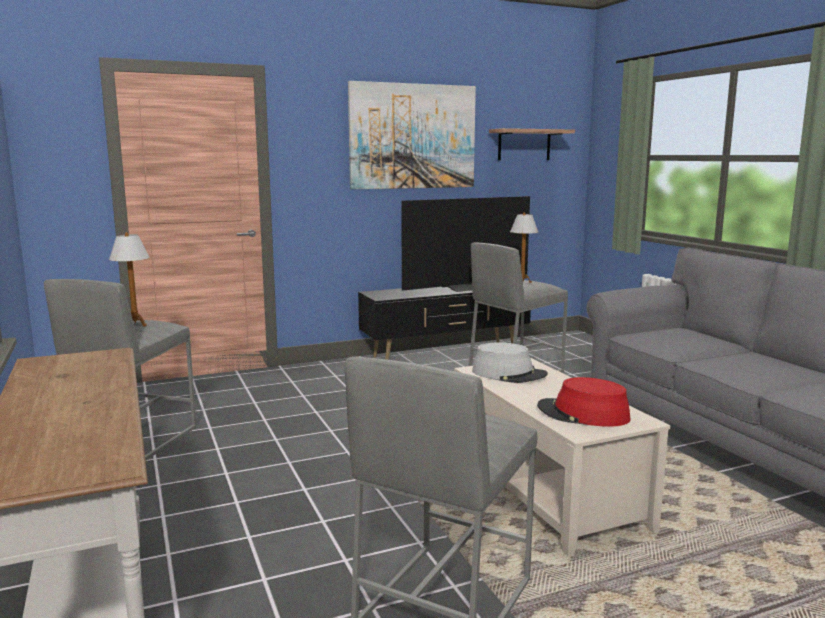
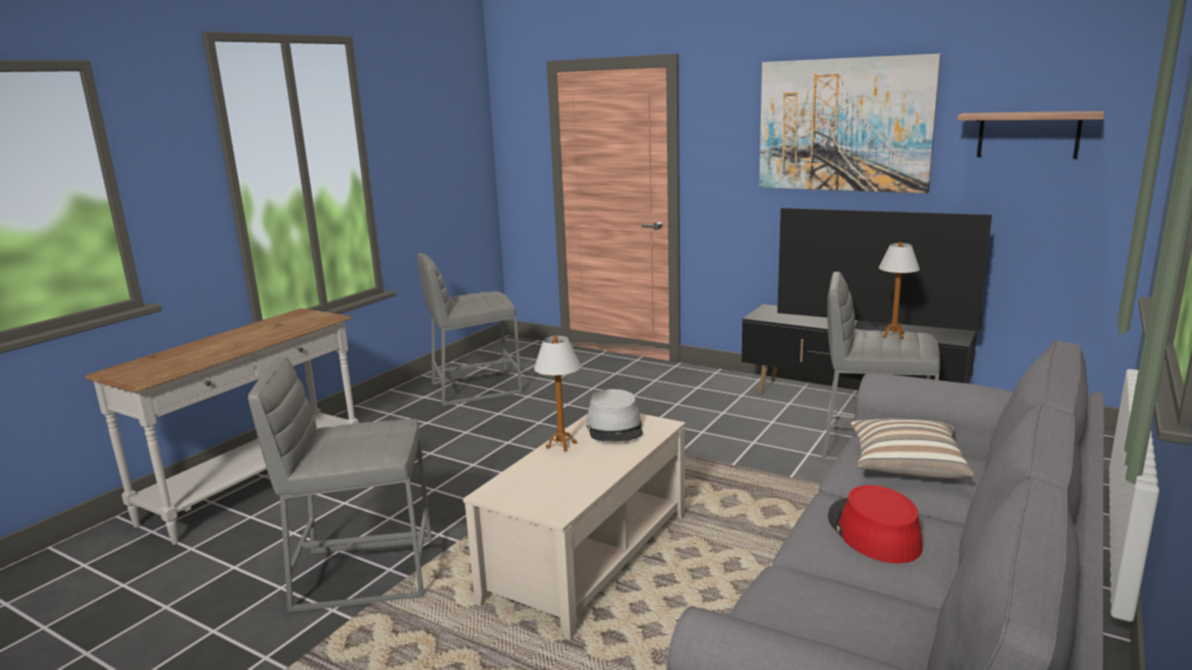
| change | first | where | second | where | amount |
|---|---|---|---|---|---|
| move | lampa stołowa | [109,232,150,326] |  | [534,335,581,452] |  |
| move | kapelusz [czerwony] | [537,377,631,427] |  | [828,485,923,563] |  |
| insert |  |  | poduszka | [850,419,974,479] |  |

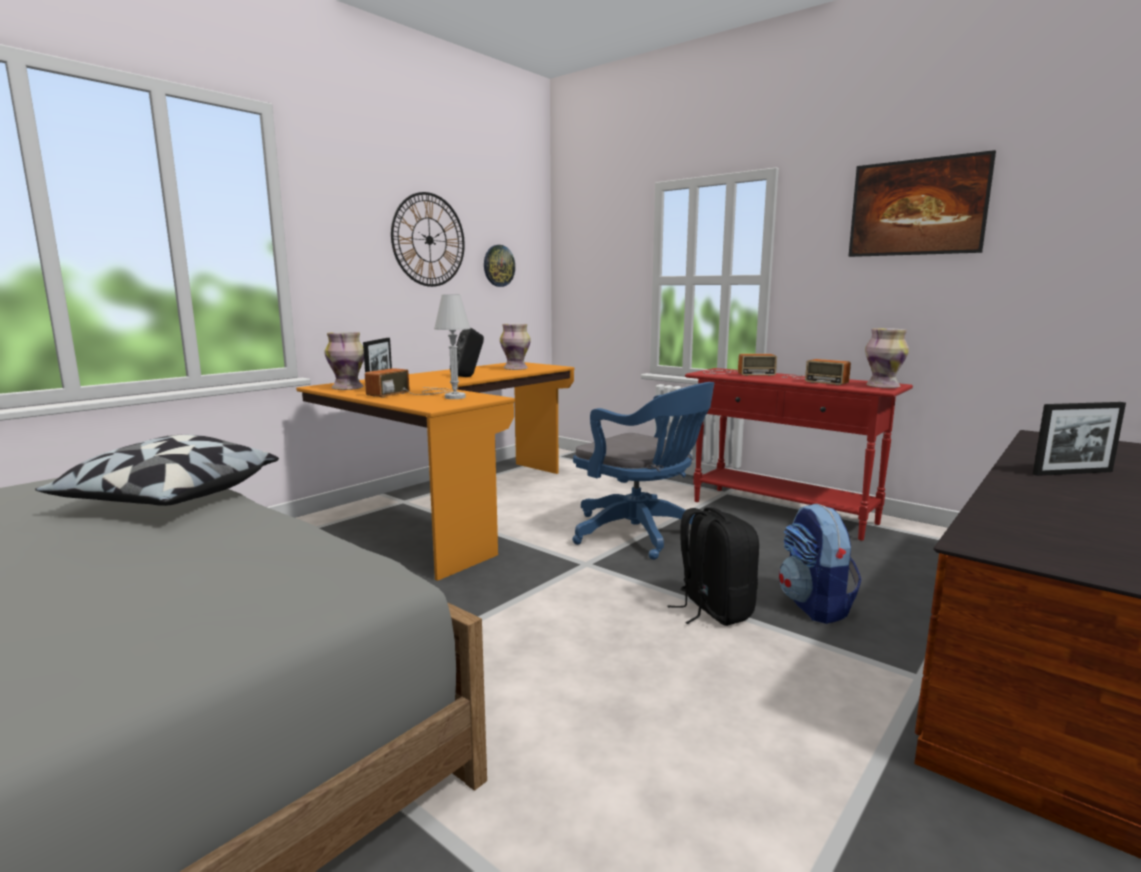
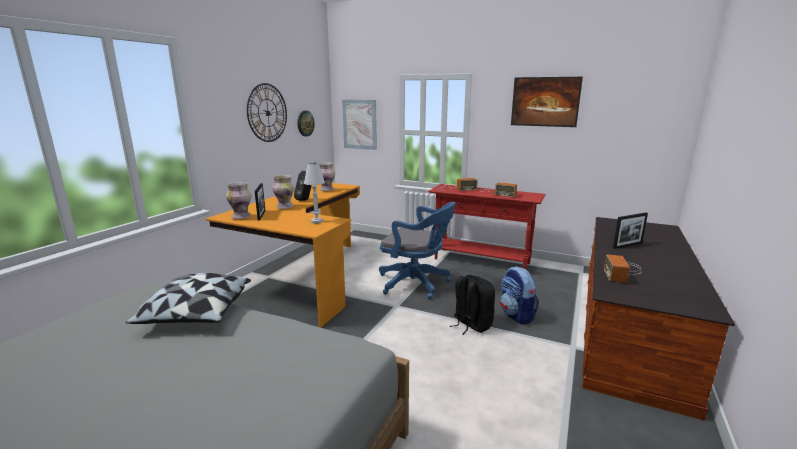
| change | first | where | second | where | amount |
|---|---|---|---|---|---|
| move | wazon | [865,328,909,388] |  | [272,175,294,209] |  |
| move | radio | [365,368,452,397] |  | [604,254,641,283] |  |
| insert |  |  | obraz | [342,100,377,150] |  |

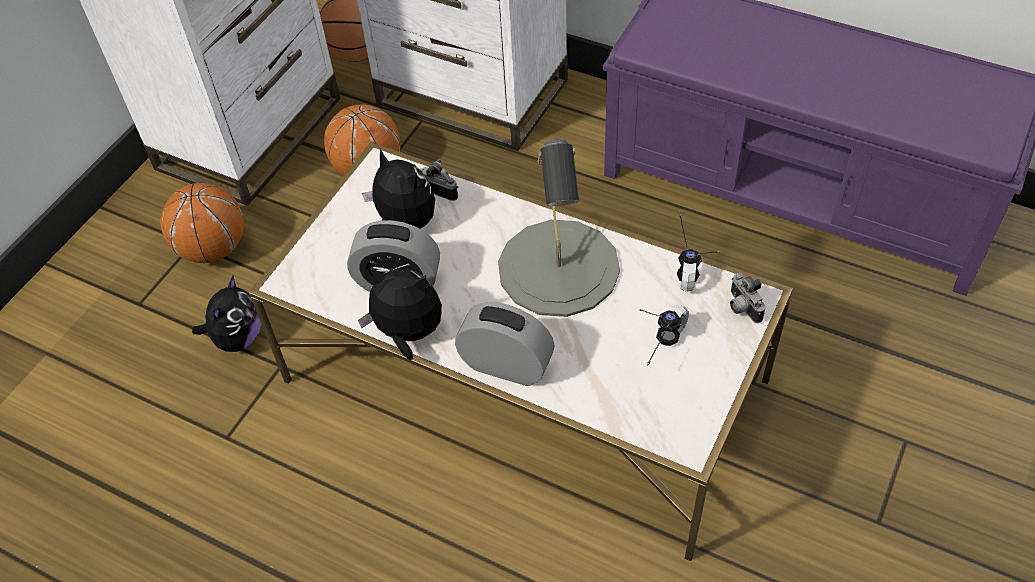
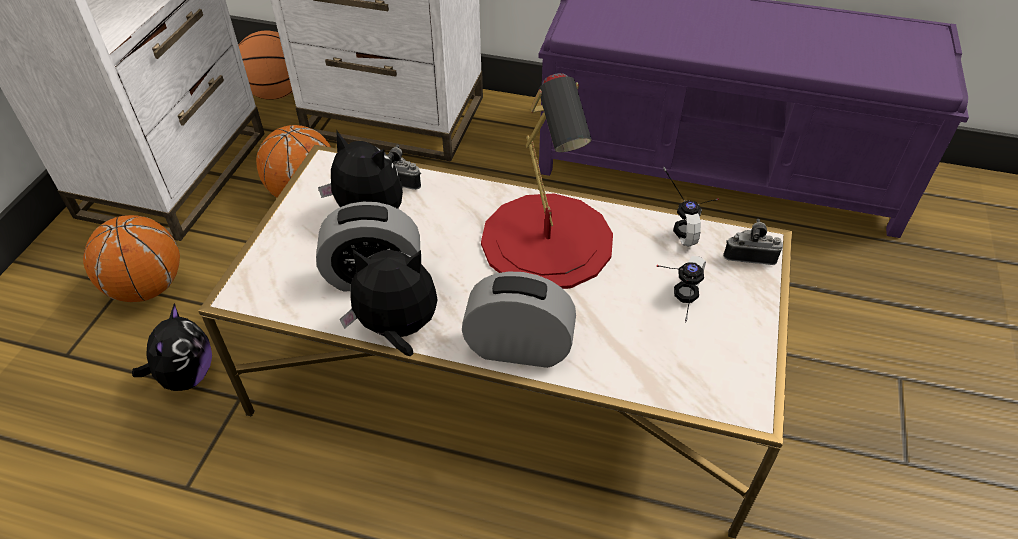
| change | first | where | second | where | amount |
|---|---|---|---|---|---|
| recolor | lampa stołowa [szary] | [498,139,620,317] | lampa stołowa [czerwony] | [481,73,613,289] |  |
| rotate | aparat fotograficzny | [730,273,766,323] |  | [723,219,783,265] | 135 degrees clockwise |

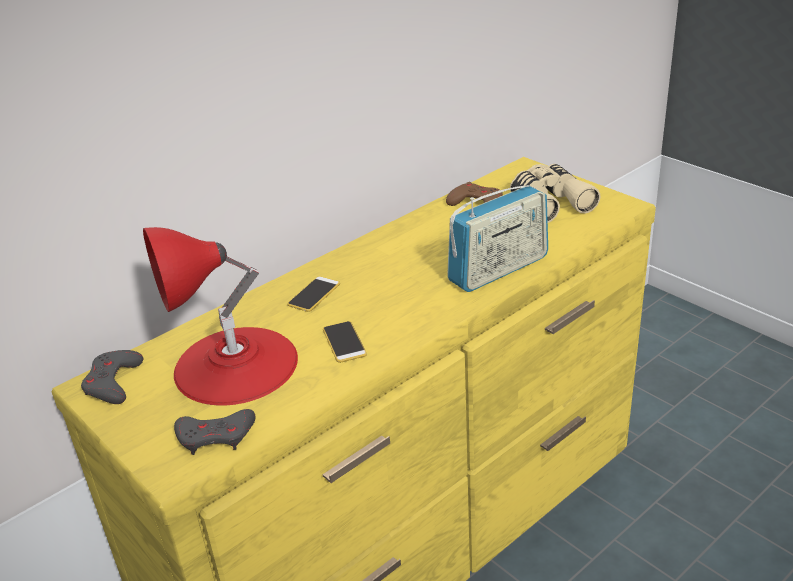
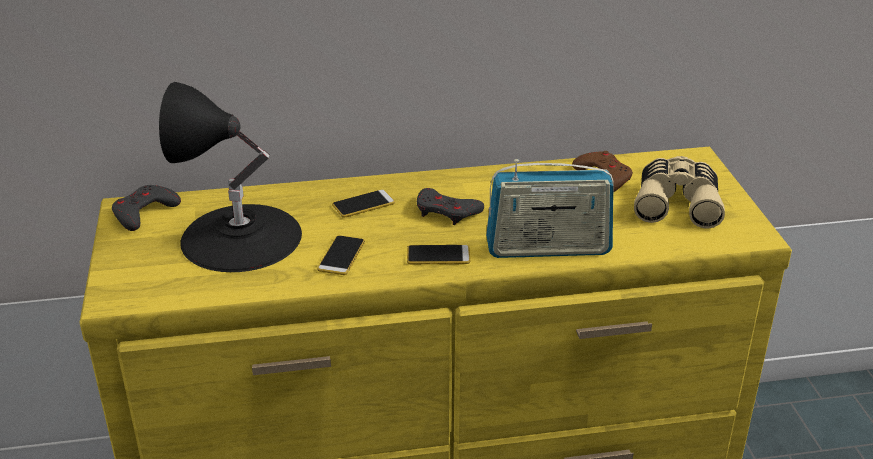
| change | first | where | second | where | amount |
|---|---|---|---|---|---|
| recolor | lampa stołowa [czerwony] | [143,227,298,406] | lampa stołowa [czarny] | [159,82,302,272] |  |
| move | pad do gier [szary] | [174,409,255,455] |  | [417,188,484,225] |  |
| insert |  |  | telefon | [407,245,470,264] |  |

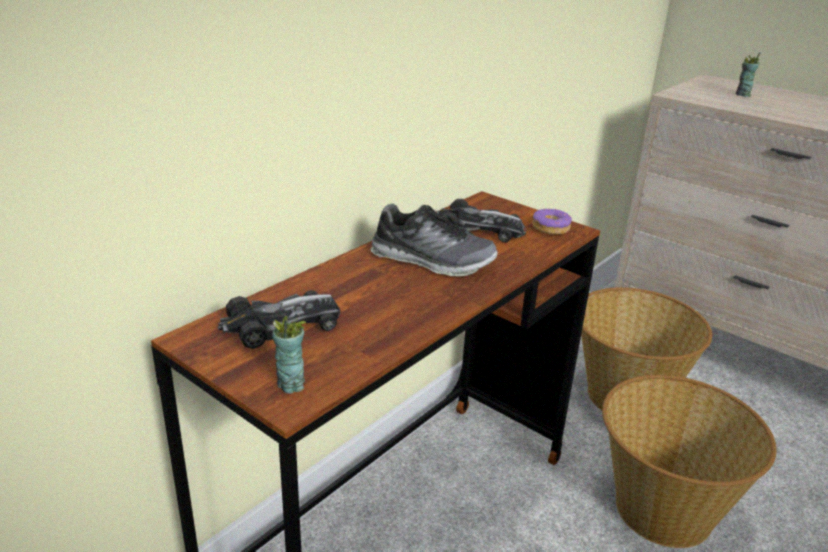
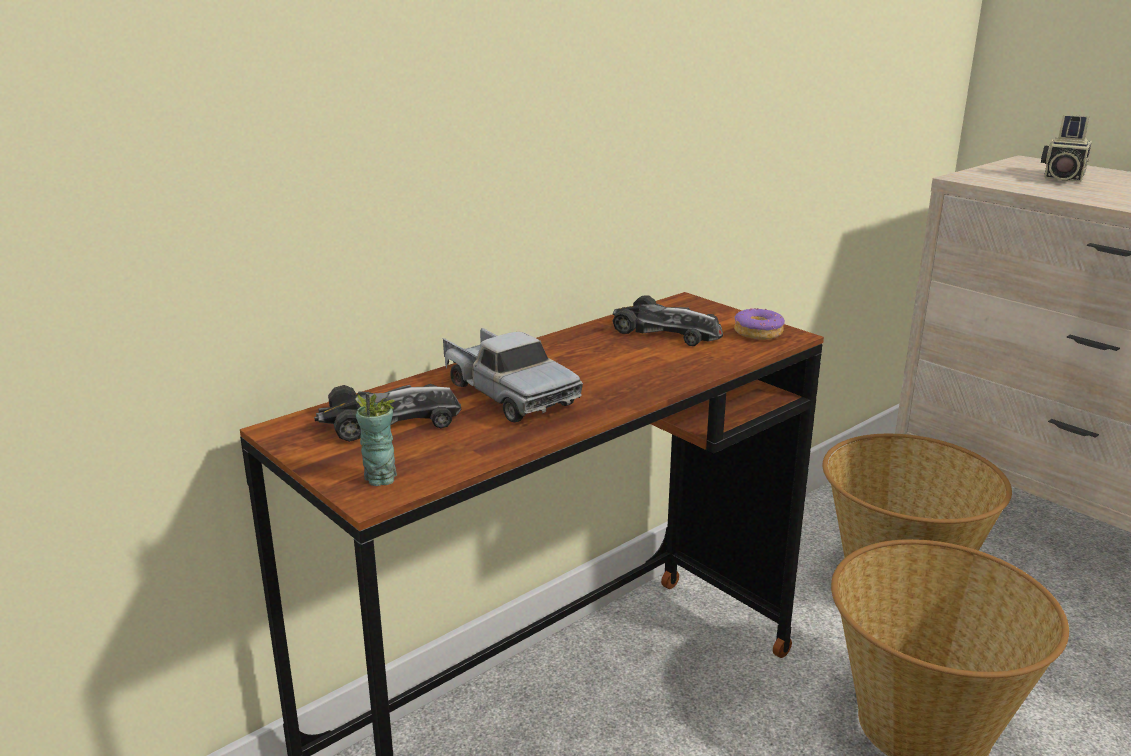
| change | first | where | second | where | amount |
|---|---|---|---|---|---|
| replace | filiżanka | [736,52,760,97] | aparat fotograficzny | [1041,115,1092,182] |  |
| delete | but | [371,204,498,277] |  |  |  |
| insert |  |  | ciężarówka zabawkowa | [442,328,583,422] |  |

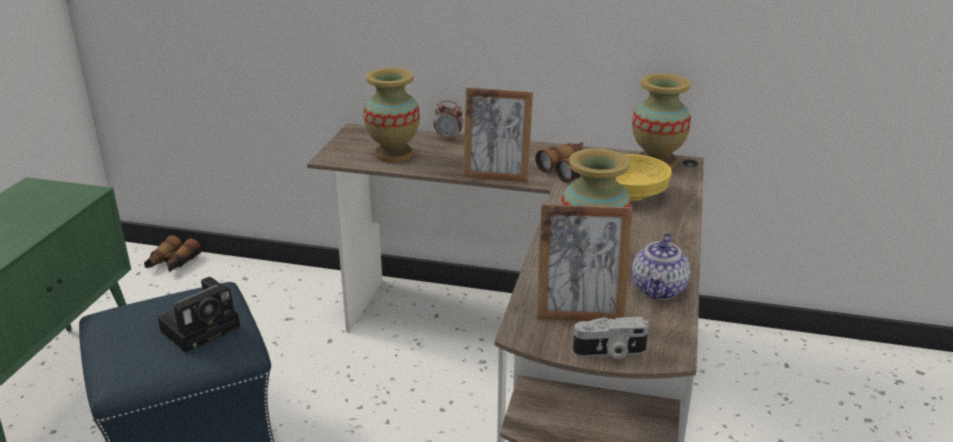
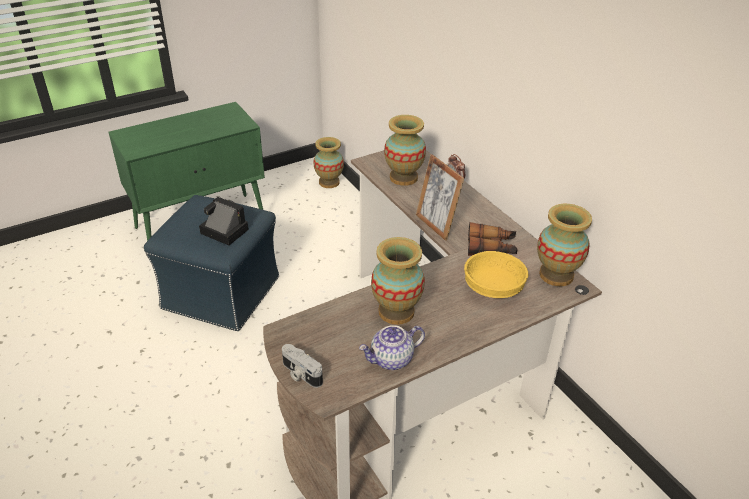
| change | first | where | second | where | amount |
|---|---|---|---|---|---|
| delete | ramka na zdjęcie | [537,204,633,321] |  |  |  |
| replace | lornetka | [144,235,202,272] | wazon | [314,137,344,188] |  |
| rotate | aparat fotograficzny | [158,277,240,353] |  | [199,197,249,245] | 150 degrees counterclockwise |

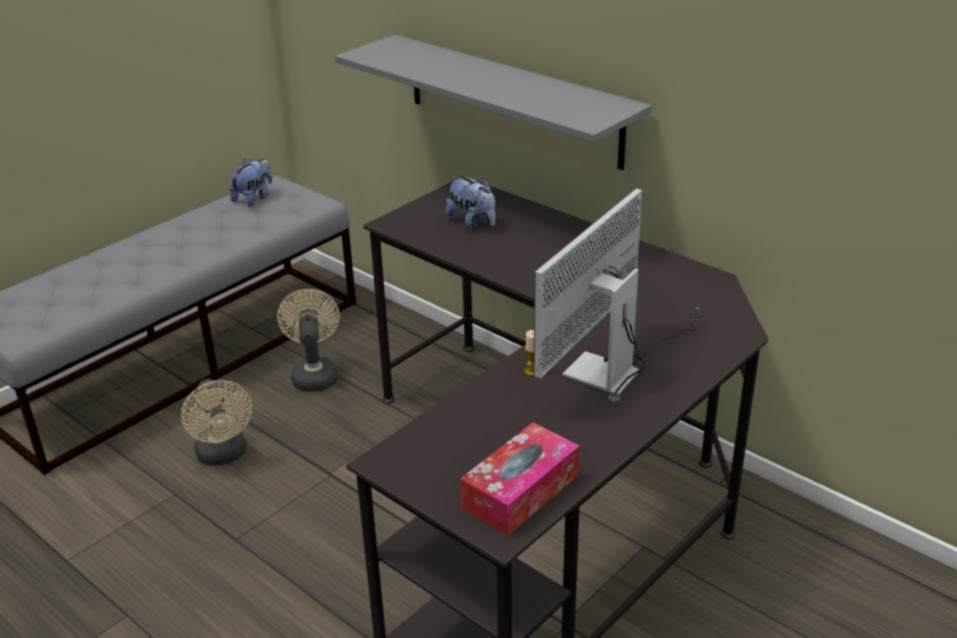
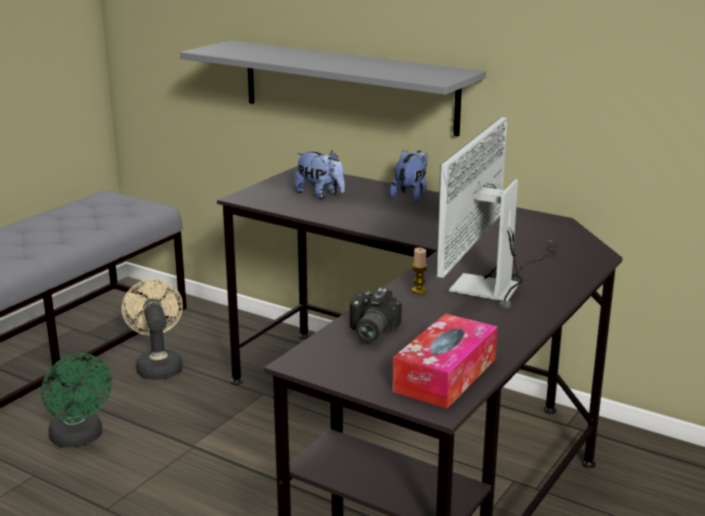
| change | first | where | second | where | amount |
|---|---|---|---|---|---|
| move | pluszak | [230,159,272,207] |  | [389,150,427,201] |  |
| recolor | wentylator [beżowy] | [181,379,252,466] | wentylator [zielony] | [41,354,112,447] |  |
| insert |  |  | aparat fotograficzny | [350,288,402,343] |  |

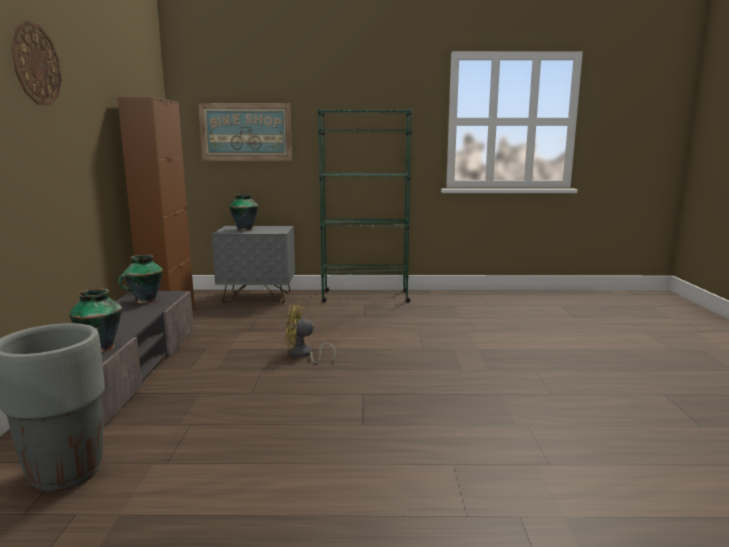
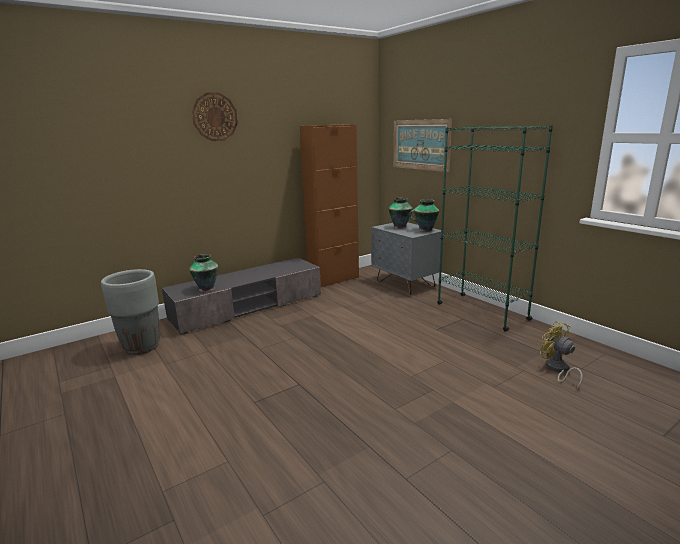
| change | first | where | second | where | amount |
|---|---|---|---|---|---|
| move | wazon | [118,255,163,304] |  | [409,199,439,232] |  |
| move | wentylator [żółty] | [285,305,336,363] |  | [540,321,583,389] |  |

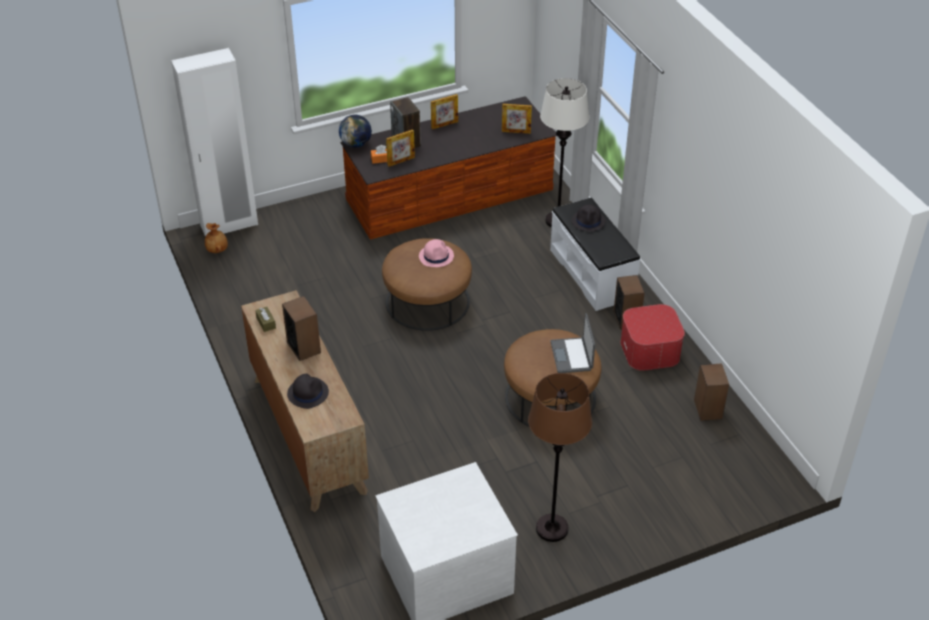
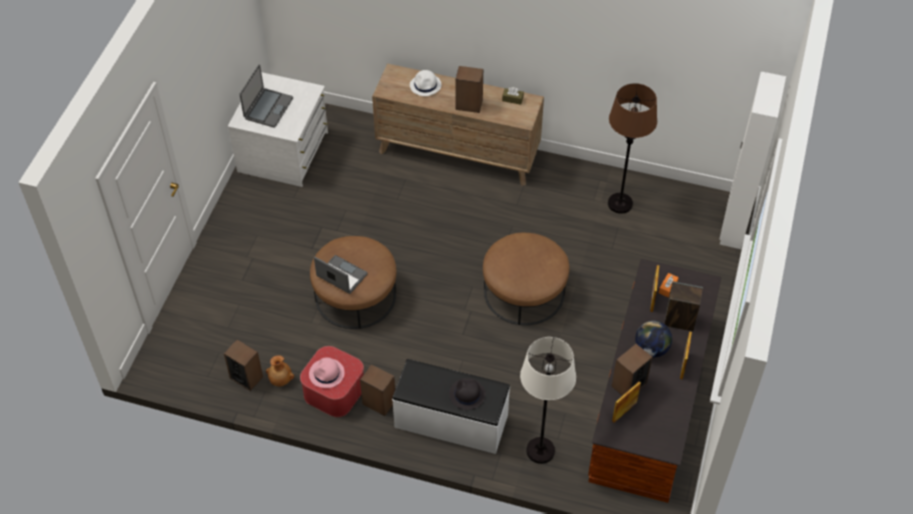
| change | first | where | second | where | amount |
|---|---|---|---|---|---|
| move | globus | [339,115,372,148] |  | [635,321,672,357] |  |
| move | wazon [brązowy] | [205,223,228,253] |  | [266,355,294,386] |  |
| move | kapelusz [różowy] | [419,239,454,267] |  | [309,357,345,388] |  |
| move | lampa stojąca [brązowy] | [528,373,592,542] |  | [608,83,657,214] |  |
| recolor | kapelusz [czarny] | [287,374,329,409] | kapelusz [biały] | [410,70,441,96] |  |
| insert |  |  | laptop | [239,65,293,128] |  |
| insert |  |  | głośnik | [612,344,652,396] |  |

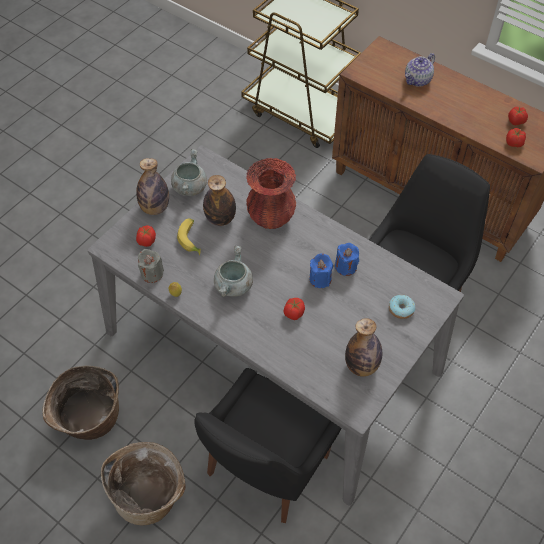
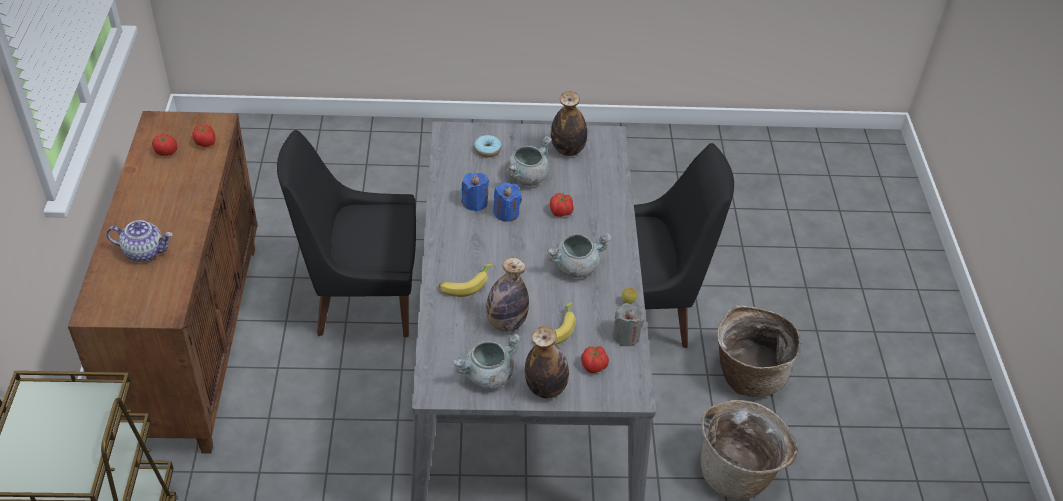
| change | first | where | second | where | amount |
|---|---|---|---|---|---|
| replace | wazon [czerwony] | [246,158,296,229] | banan | [439,264,493,297] |  |
| insert |  |  | garnek [szary] | [506,136,552,186] |  |

